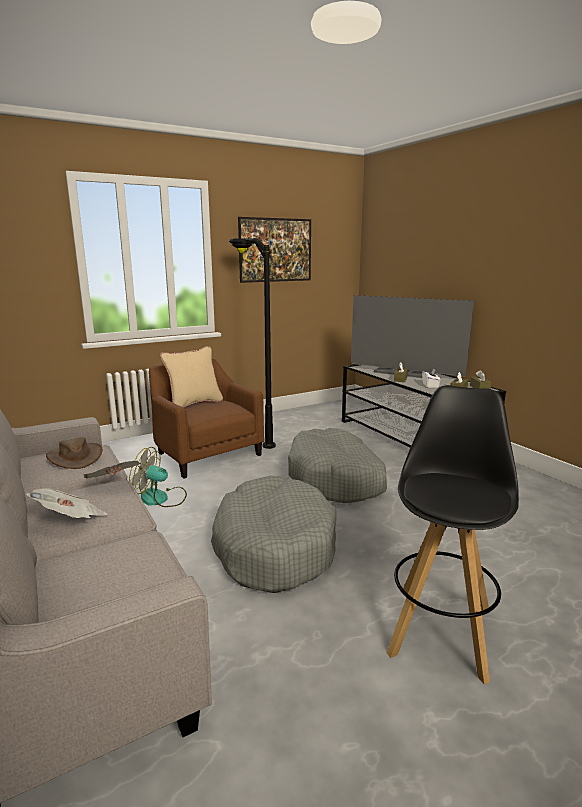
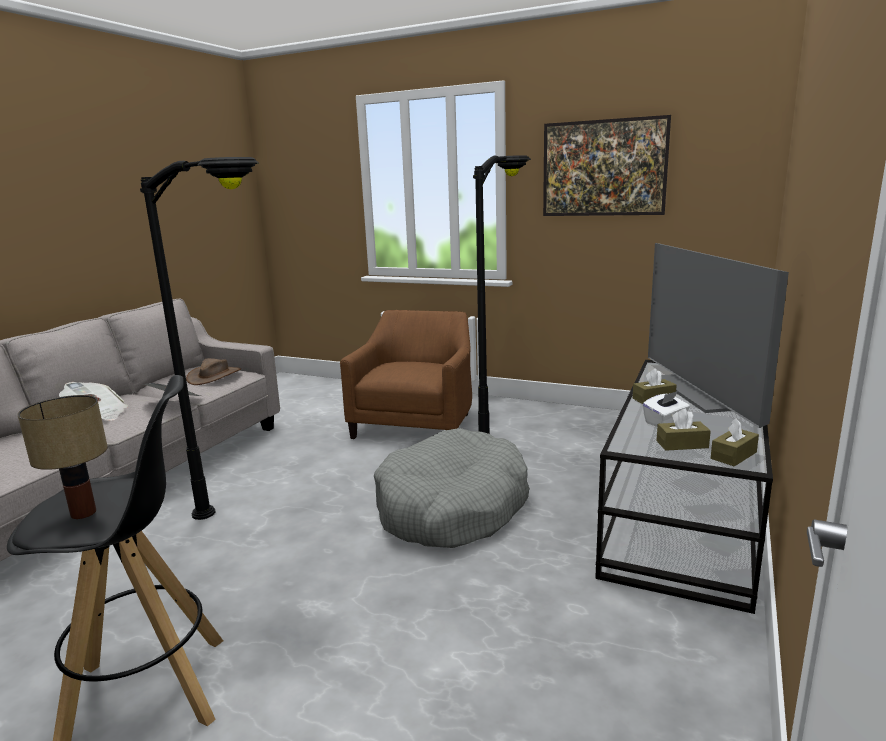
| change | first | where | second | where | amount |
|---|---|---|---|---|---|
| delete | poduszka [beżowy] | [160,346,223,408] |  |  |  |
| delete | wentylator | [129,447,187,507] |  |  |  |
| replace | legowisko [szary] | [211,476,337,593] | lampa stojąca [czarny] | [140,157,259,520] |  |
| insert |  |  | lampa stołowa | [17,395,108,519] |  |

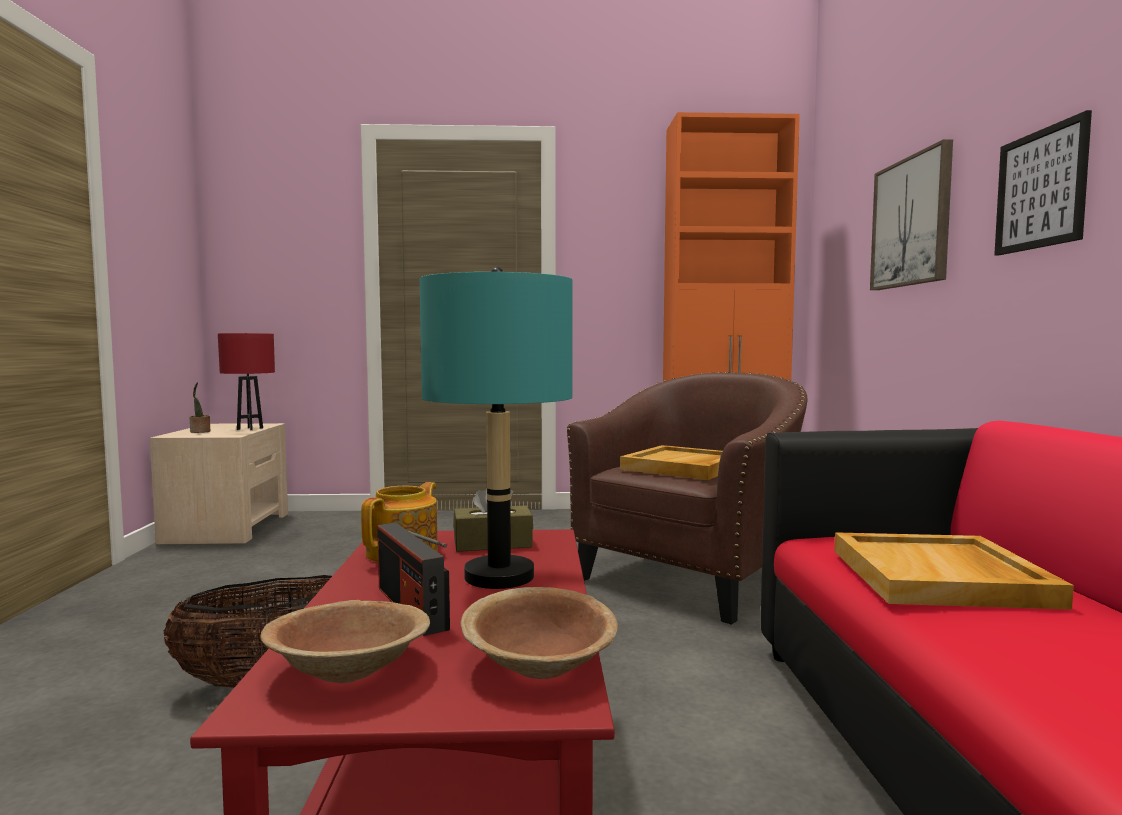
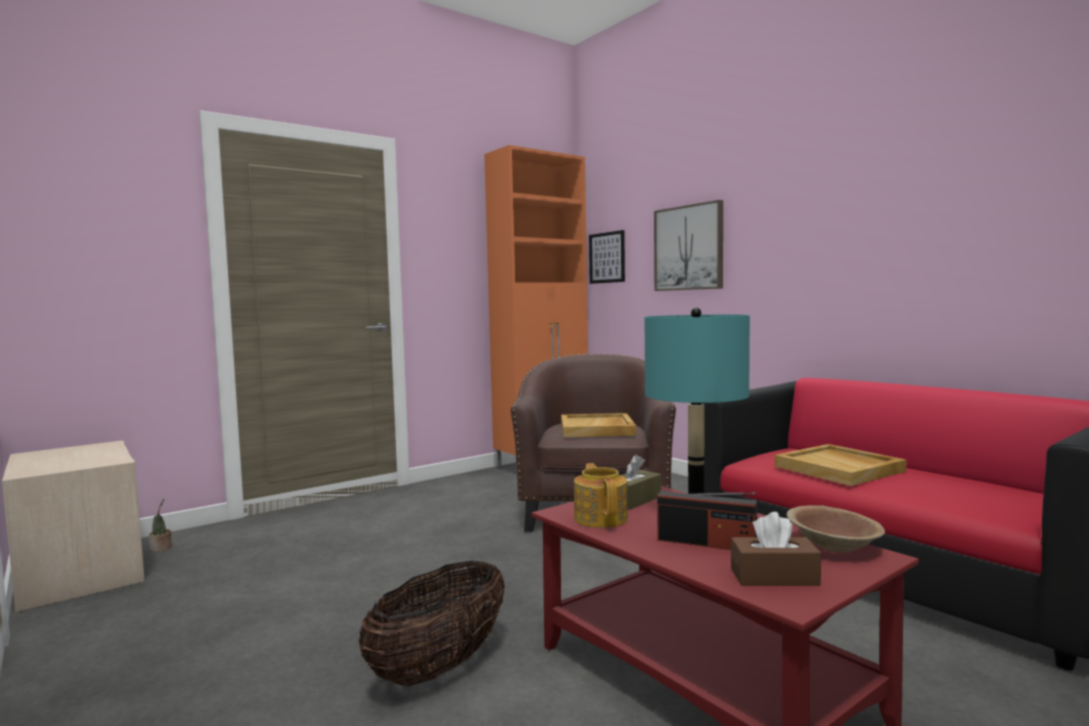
| change | first | where | second | where | amount |
|---|---|---|---|---|---|
| move | obraz | [994,110,1092,256] |  | [589,230,625,284] |  |
| delete | lampa stołowa [czerwony] | [218,333,275,430] |  |  |  |
| move | roślina doniczkowa | [189,382,210,433] |  | [149,499,172,552] |  |
| replace | miska [brązowy] | [260,600,430,683] | pudełko chusteczek [brązowy] | [731,512,821,586] |  |

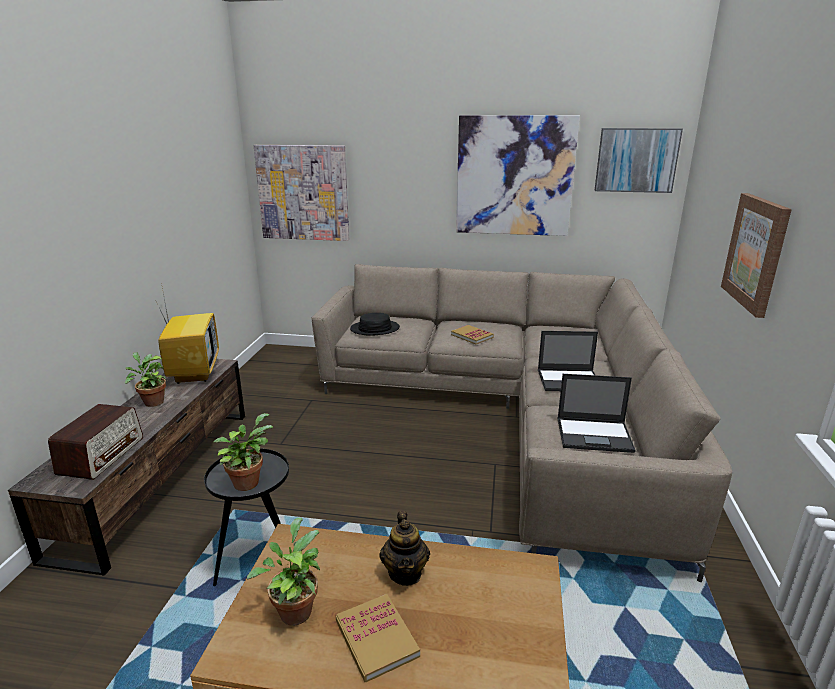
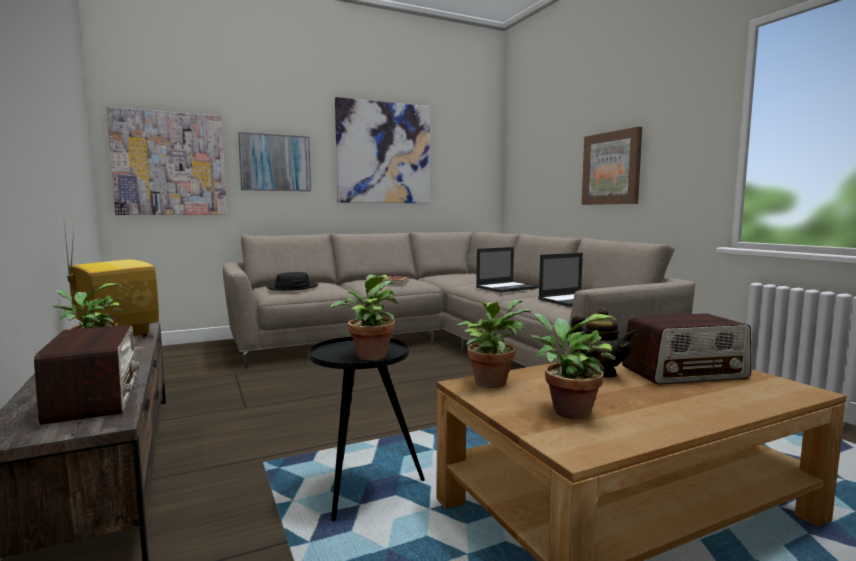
| change | first | where | second | where | amount |
|---|---|---|---|---|---|
| move | obraz | [594,128,683,193] |  | [238,132,311,191] |  |
| delete | książka | [336,594,420,682] |  |  |  |
| insert |  |  | roślina doniczkowa | [456,299,531,388] |  |
| insert |  |  | radio | [622,313,751,385] |  |

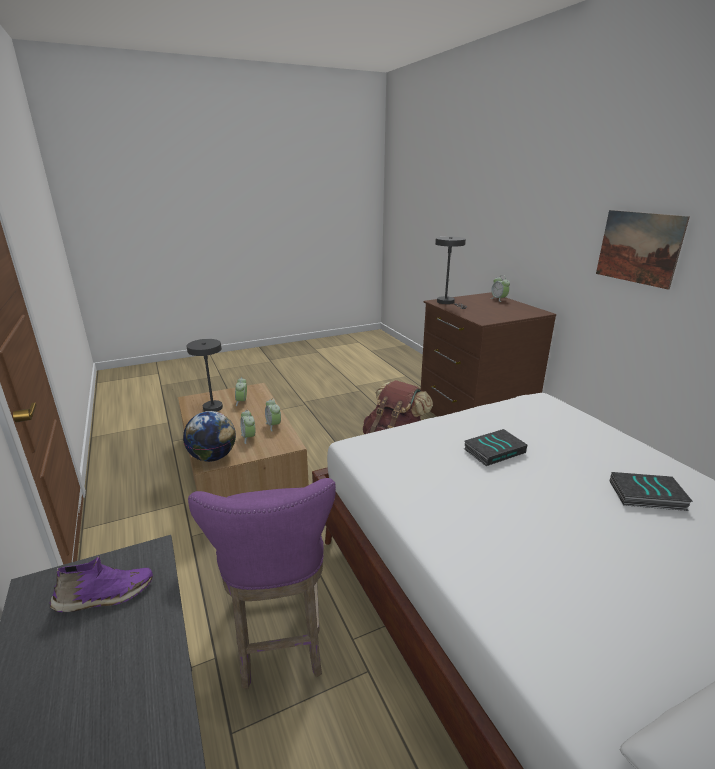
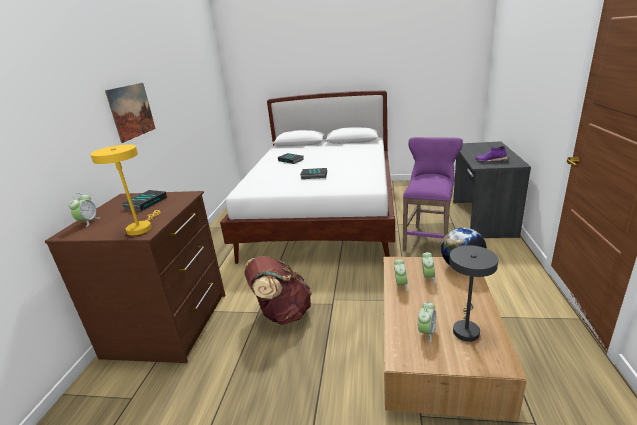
| change | first | where | second | where | amount |
|---|---|---|---|---|---|
| recolor | lampa stołowa [szary] | [435,237,467,309] | lampa stołowa [żółty] | [90,144,161,236] |  |
| insert |  |  | książka | [122,190,167,212] |  |

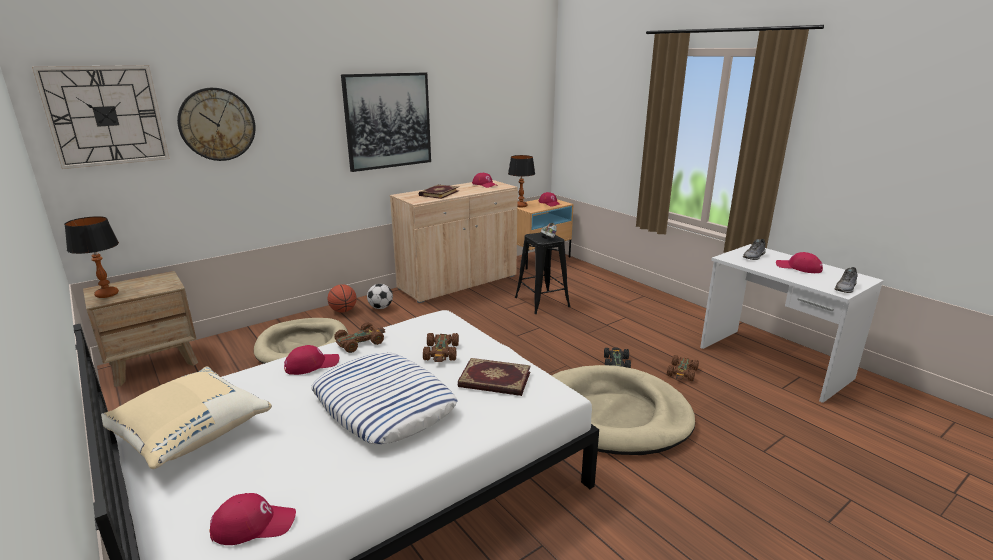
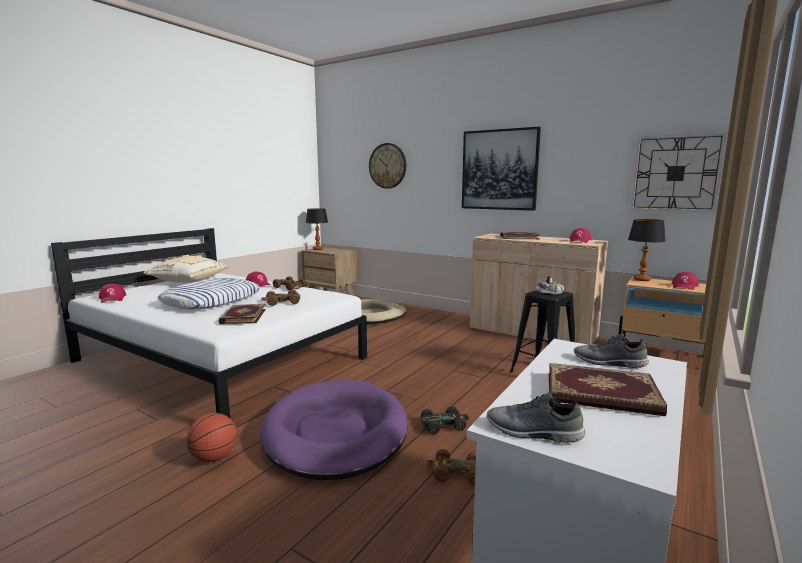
| change | first | where | second | where | amount |
|---|---|---|---|---|---|
| move | zegar ścienny | [32,65,170,169] |  | [630,132,727,212] |  |
| replace | czapka z daszkiem [czerwony] | [776,252,823,273] | książka | [549,363,667,416] |  |
| move | piłka do koszykówki | [328,284,357,313] |  | [187,413,237,462] |  |
| delete | piłka futbolowa | [367,284,393,309] |  |  |  |
| recolor | legowisko [beżowy] | [552,365,695,455] | legowisko [fioletowy] | [260,379,408,480] |  |

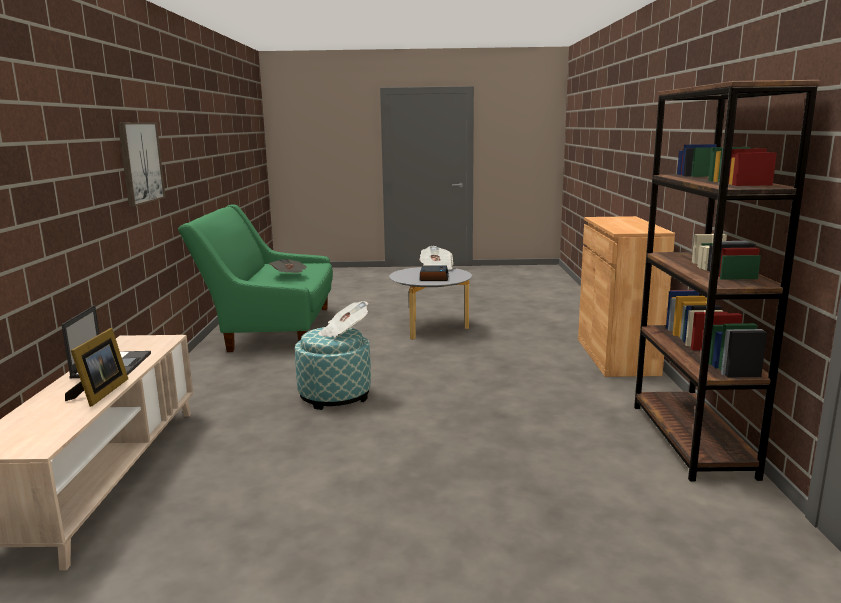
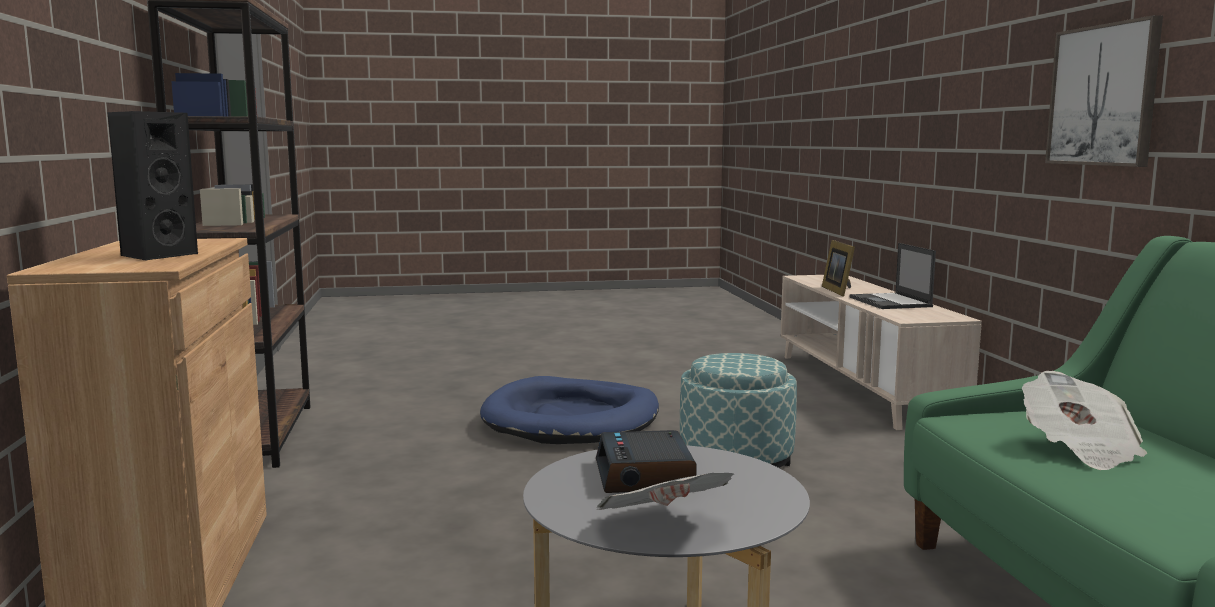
| change | first | where | second | where | amount |
|---|---|---|---|---|---|
| delete | gazeta | [318,301,369,338] |  |  |  |
| insert |  |  | głośnik [czarny] | [107,111,198,261] |  |
| insert |  |  | legowisko [niebieski] | [480,376,659,444] |  |

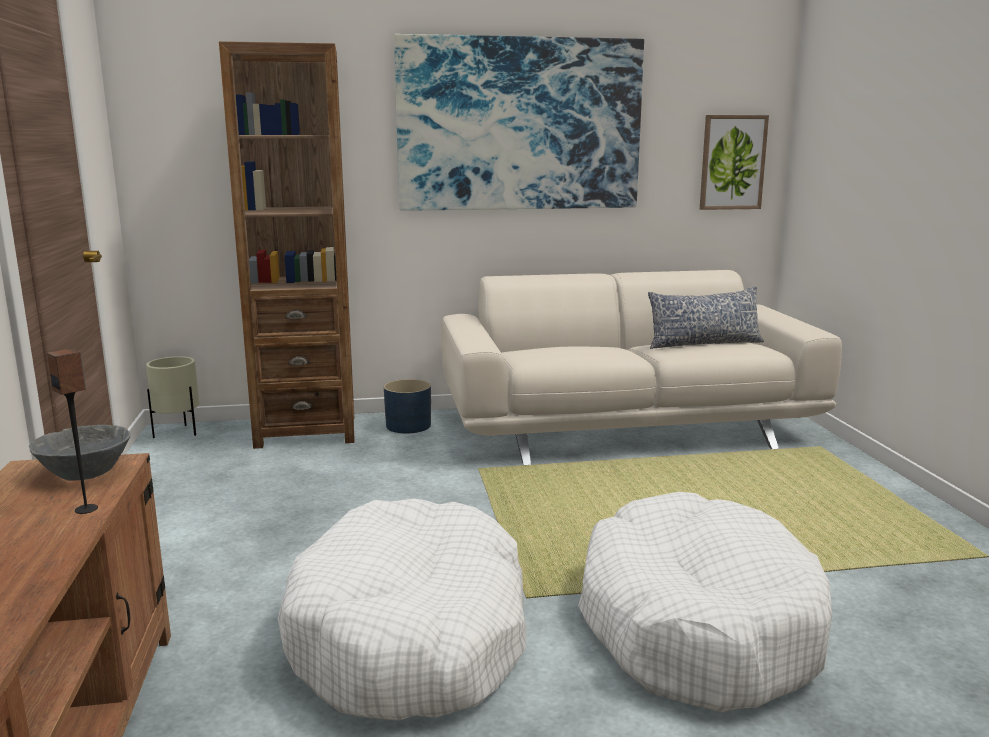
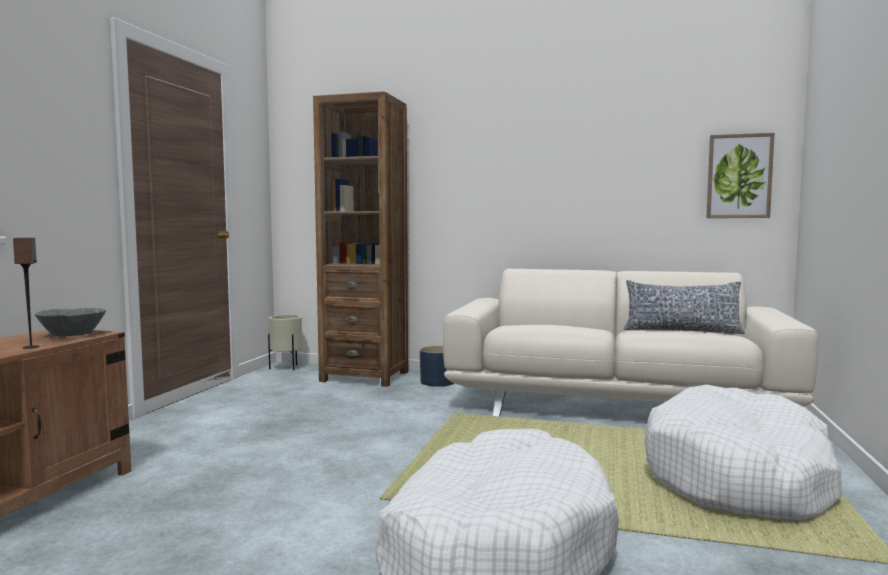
| change | first | where | second | where | amount |
|---|---|---|---|---|---|
| delete | obraz | [394,34,644,211] |  |  |  |
| move | legowisko [biały] | [278,499,526,720] |  | [644,385,843,520] |  |

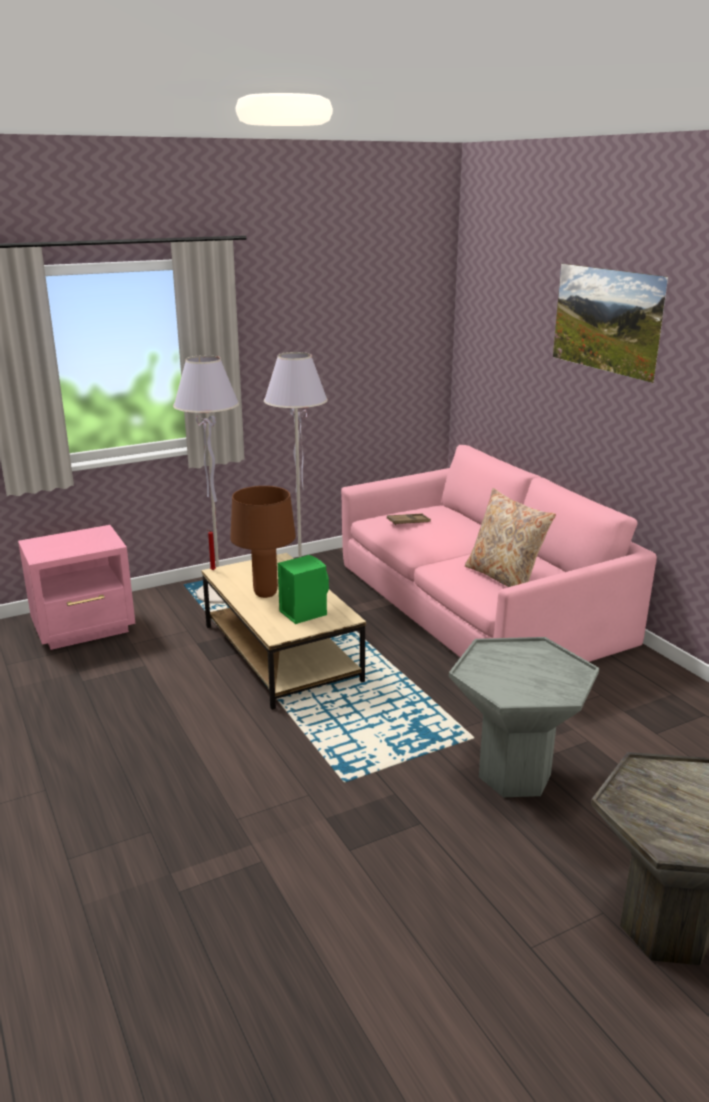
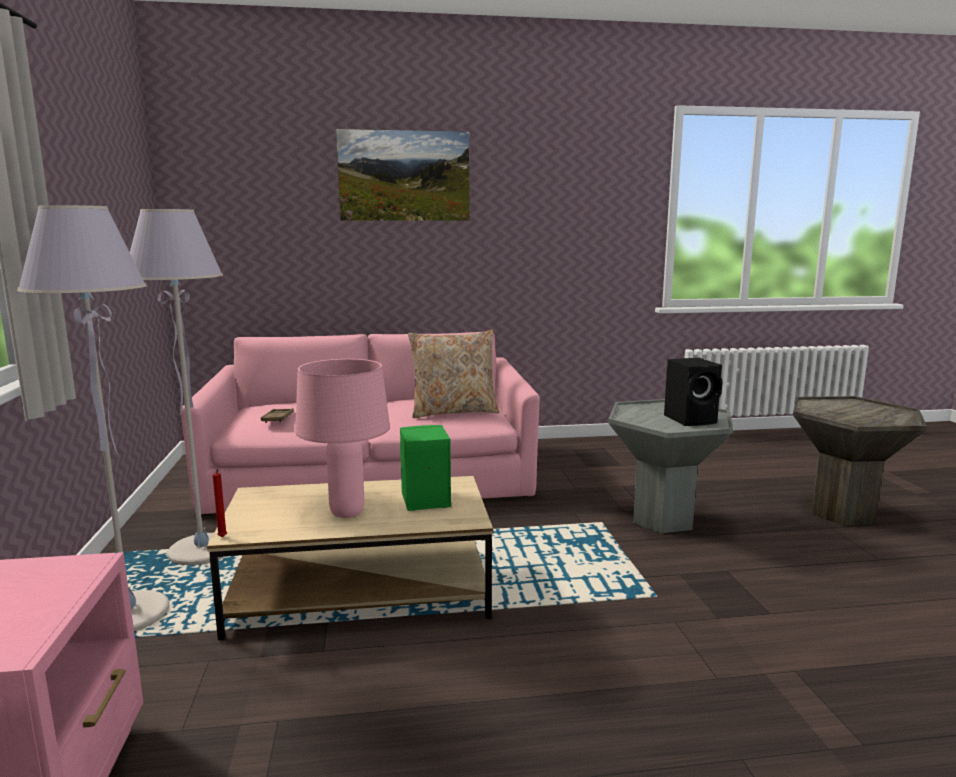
| change | first | where | second | where | amount |
|---|---|---|---|---|---|
| recolor | lampa stołowa [brązowy] | [230,486,296,598] | lampa stołowa [różowy] | [295,359,390,518] |  |
| insert |  |  | głośnik [czarny] | [664,358,723,426] |  |

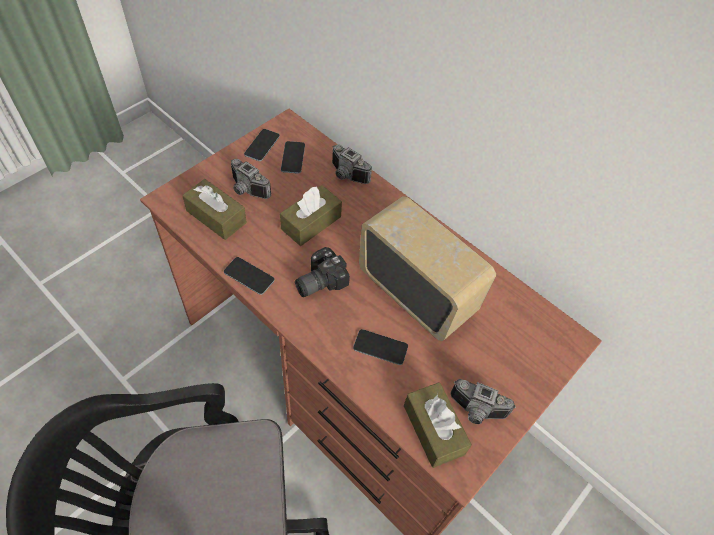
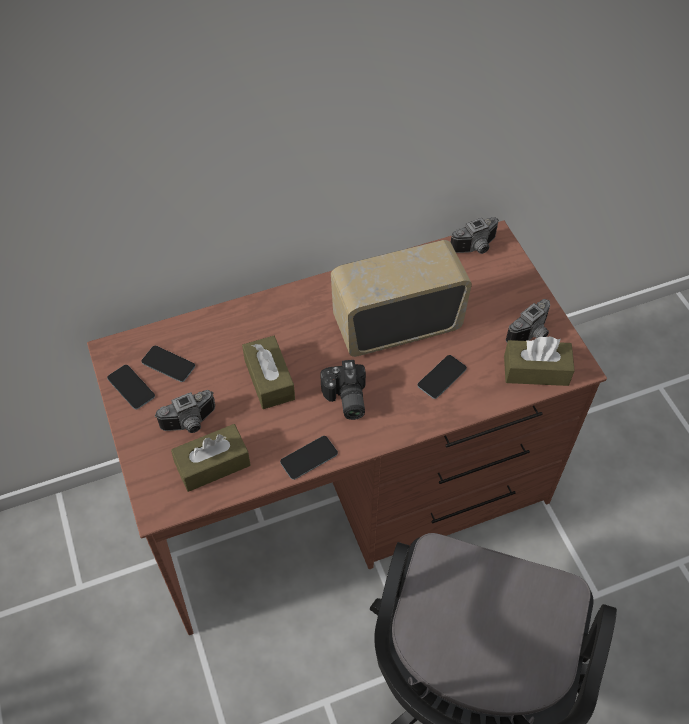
| change | first | where | second | where | amount |
|---|---|---|---|---|---|
| move | aparat fotograficzny | [332,145,372,184] |  | [451,217,499,254] |  |

